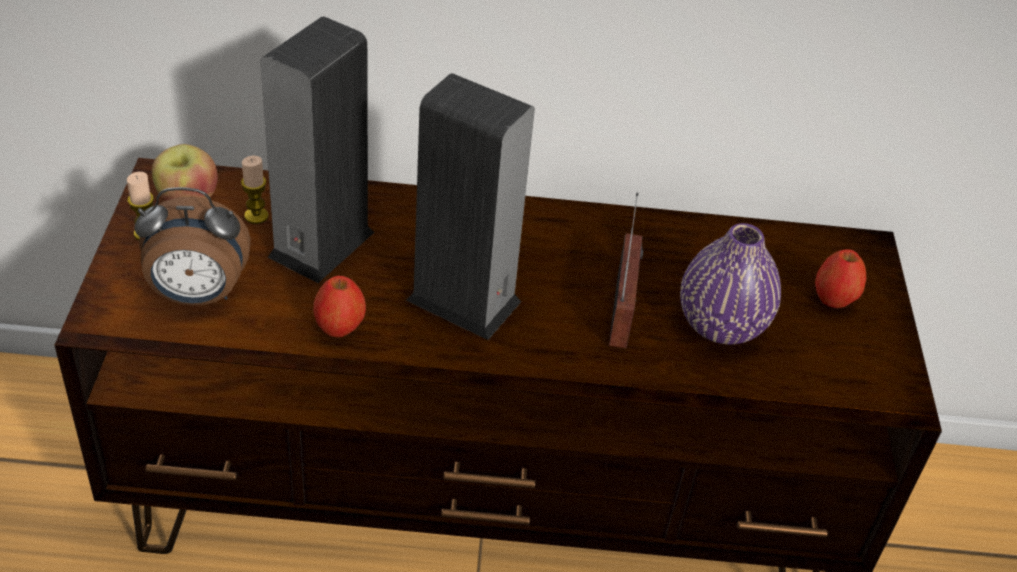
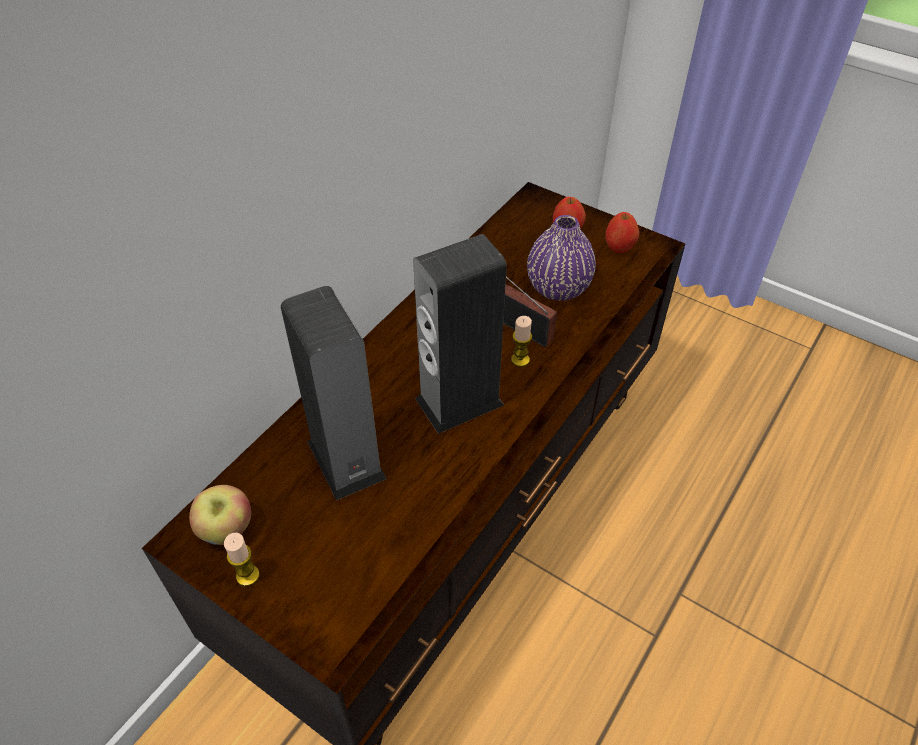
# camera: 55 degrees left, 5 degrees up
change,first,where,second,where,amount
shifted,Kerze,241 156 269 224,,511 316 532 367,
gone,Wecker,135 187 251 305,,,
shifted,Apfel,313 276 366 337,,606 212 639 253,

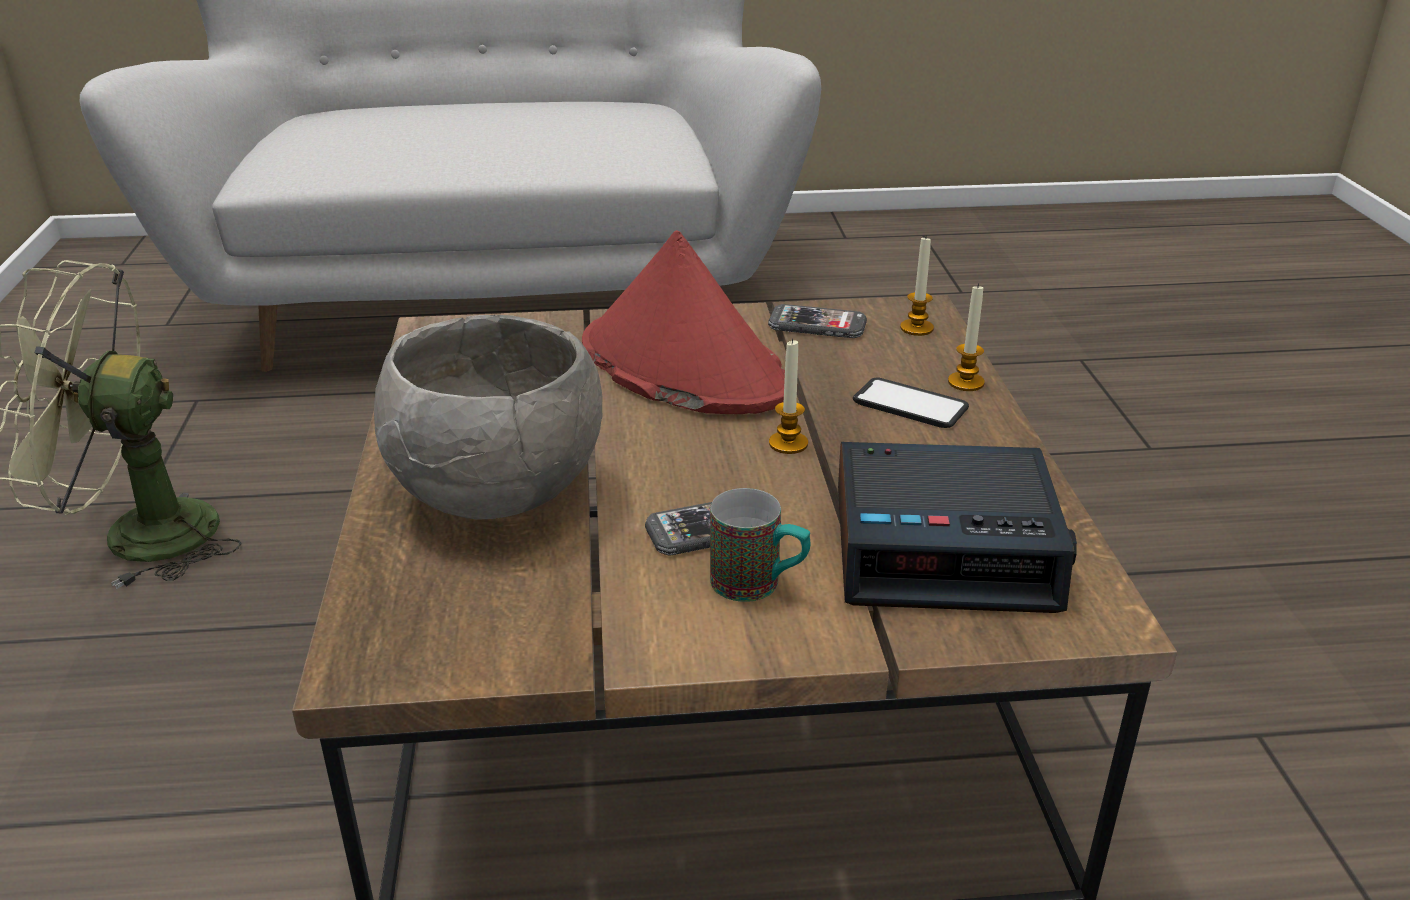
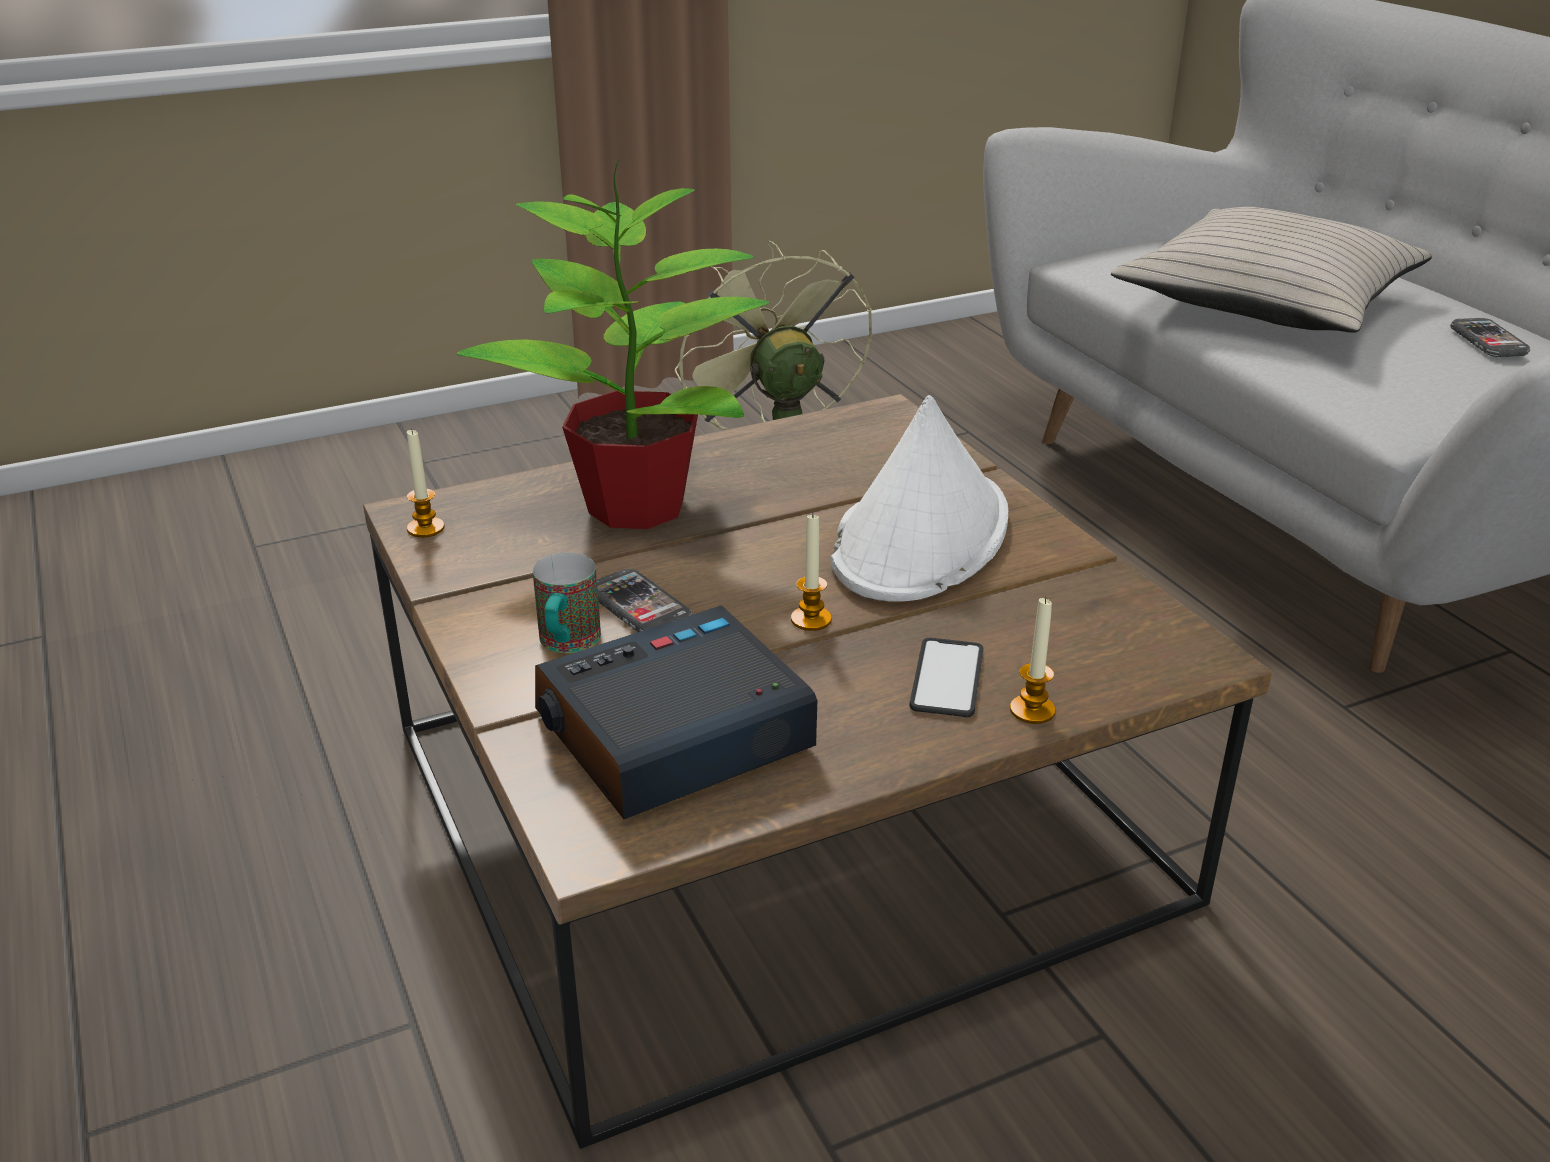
# camera: 70 degrees right, 0 degrees up
change,first,where,second,where,amount
repainted,Hut (rot),582 230 785 414,Hut (weiß),830 395 1008 602,
shifted,Kerze,900 235 934 336,,407 428 445 538,
shifted,Handy,768 304 867 338,,1450 318 1530 357,
swapped,Schüssel (grau),374 315 603 520,Topfpflanze,457 159 770 529,
rotated,Wecker,838 442 1077 613,,535 605 817 819,75 degrees clockwise
new,,,Kissen (beige),1111 207 1432 333,

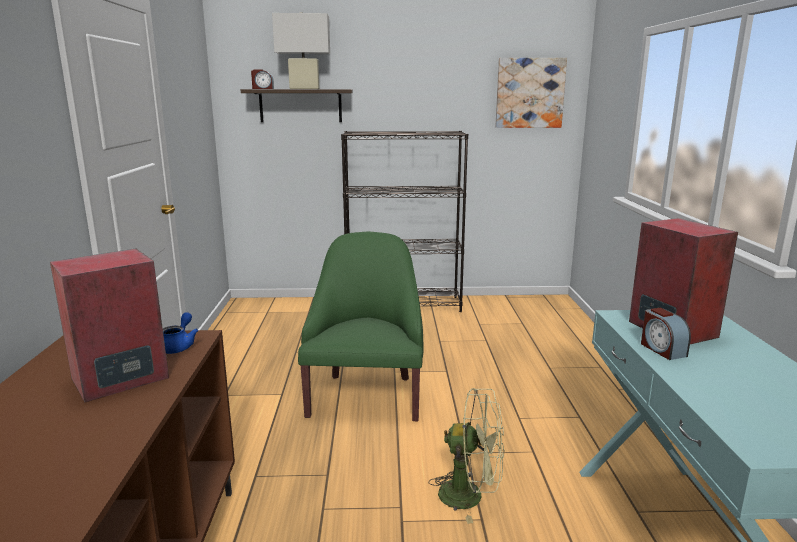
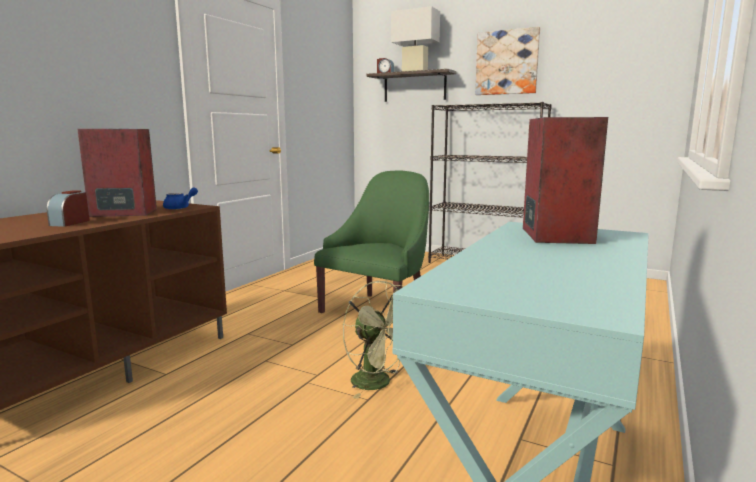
# camera: 30 degrees right, 5 degrees down
change,first,where,second,where,amount
shifted,Bild,495 58 567 128,,475 27 540 95,
shifted,Wecker,641 308 691 360,,47 190 90 227,

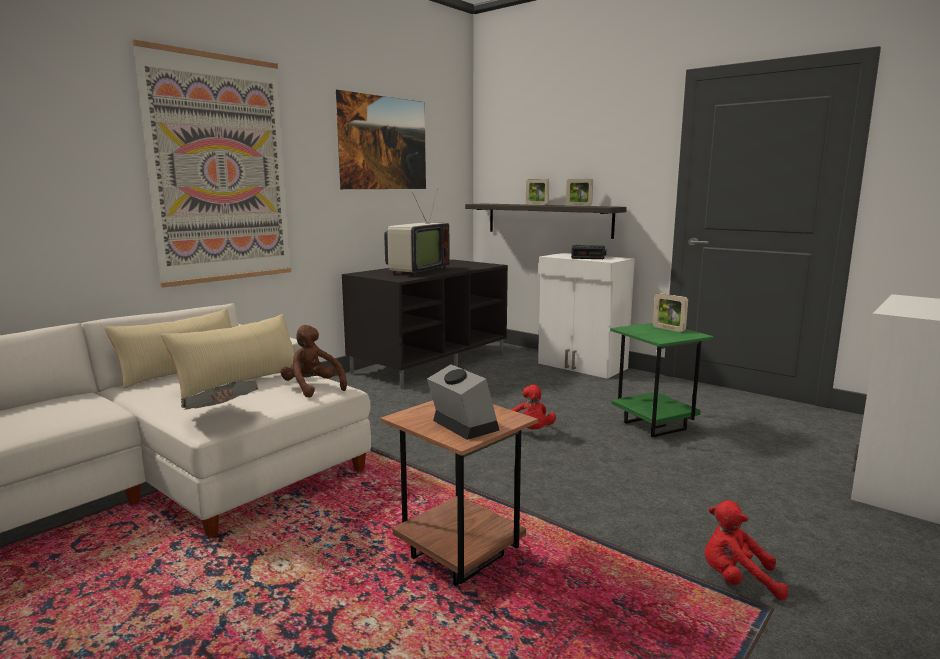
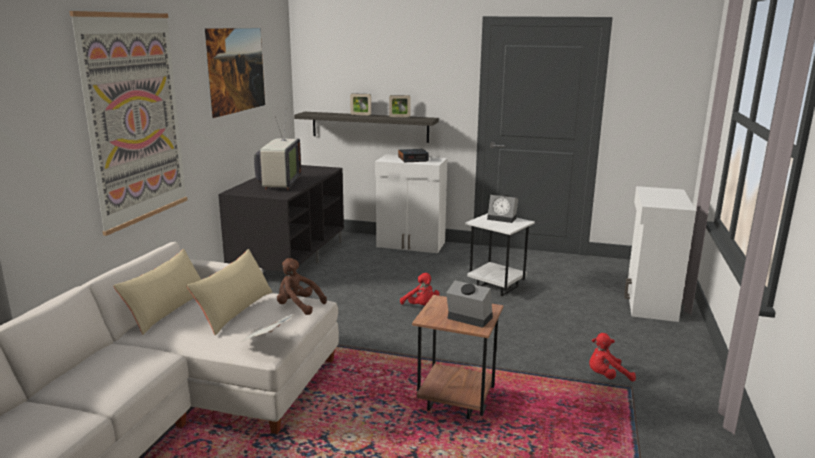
# camera: 25 degrees left, 5 degrees up
change,first,where,second,where,amount
swapped,Bilderrahmen,653 293 688 332,Wecker,487 194 518 223,
repainted,Beistelltisch (grün),610 323 714 438,Beistelltisch (weiß),465 213 535 296,

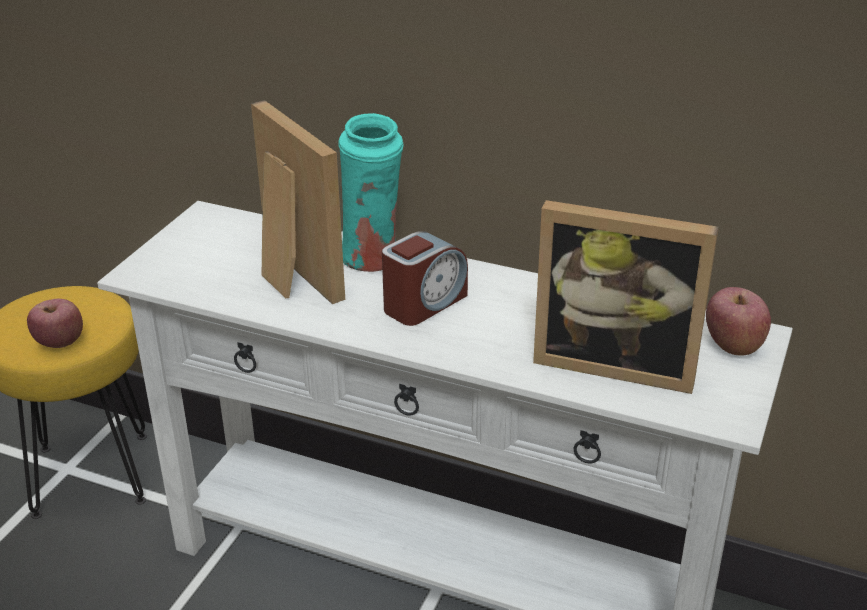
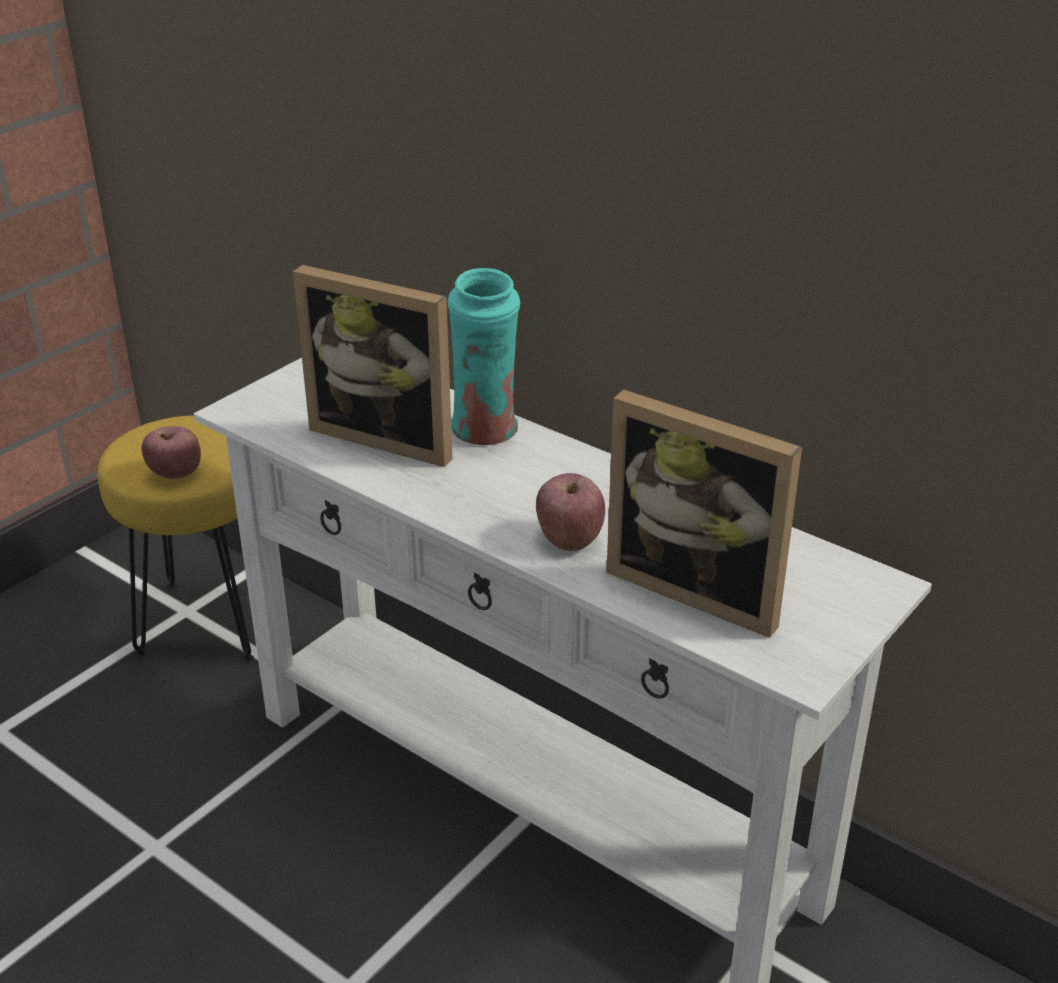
# camera: 15 degrees right, 0 degrees up
change,first,where,second,where,amount
rotated,Bilderrahmen,251 100 345 304,,293 265 452 467,135 degrees clockwise
gone,Wecker,382 231 468 326,,,
shifted,Apfel,706 287 771 356,,536 473 605 551,

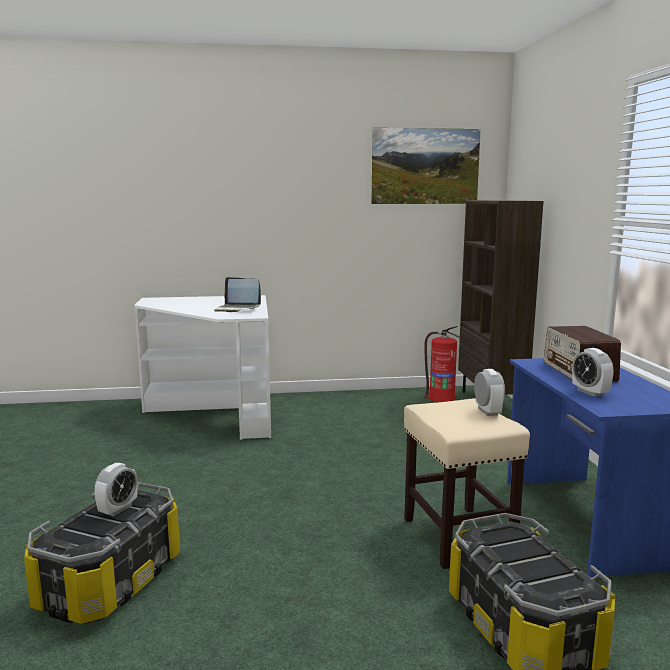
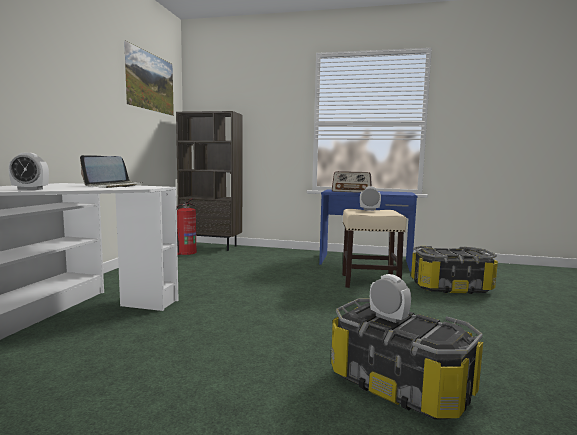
# camera: 70 degrees left, 5 degrees down
change,first,where,second,where,amount
shifted,Wecker,572 348 613 397,,9 153 49 190,

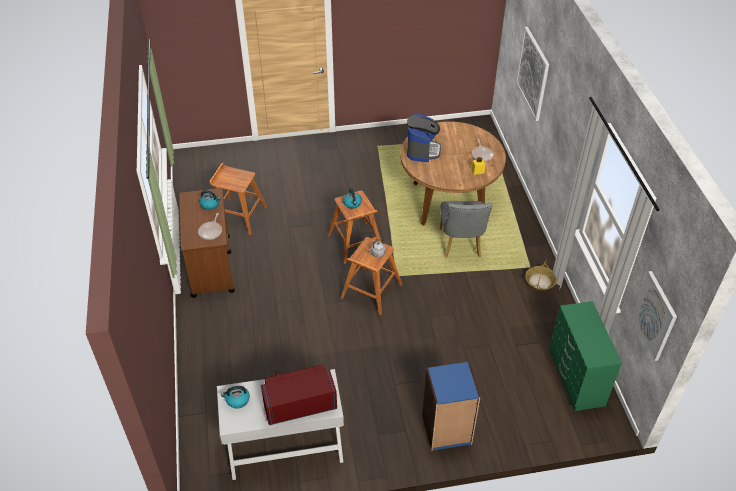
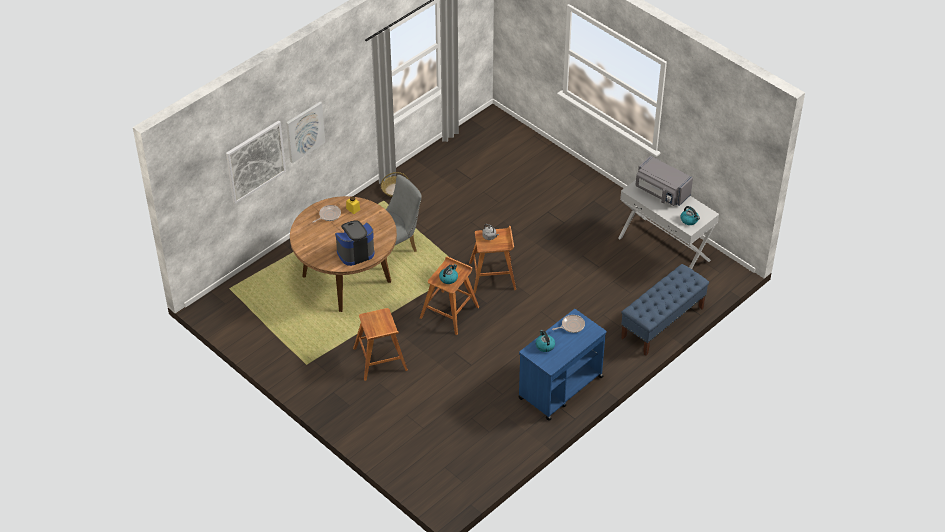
# camera: 125 degrees left, 0 degrees up
change,first,where,second,where,amount
shifted,Hocker (braun),210 163 267 235,,353 308 408 381,
repainted,Rollwagen (braun),179 188 235 298,Rollwagen (blau),518 309 606 421,
shifted,Bild,632 271 677 361,,286 102 325 163,
gone,Kommode (grün),550 301 622 411,,,
gone,Bücherregal (blau),422 362 481 451,,,
repainted,Mikrowelle (rot),261 364 337 425,Mikrowelle (grau),635 156 693 206,
new,,,Bank (blau),621 264 709 356,

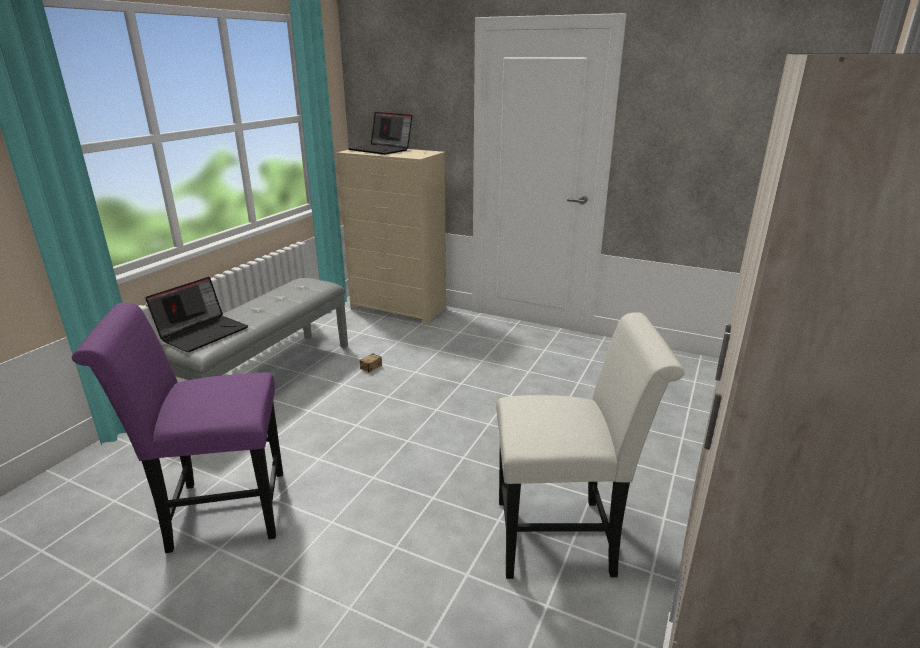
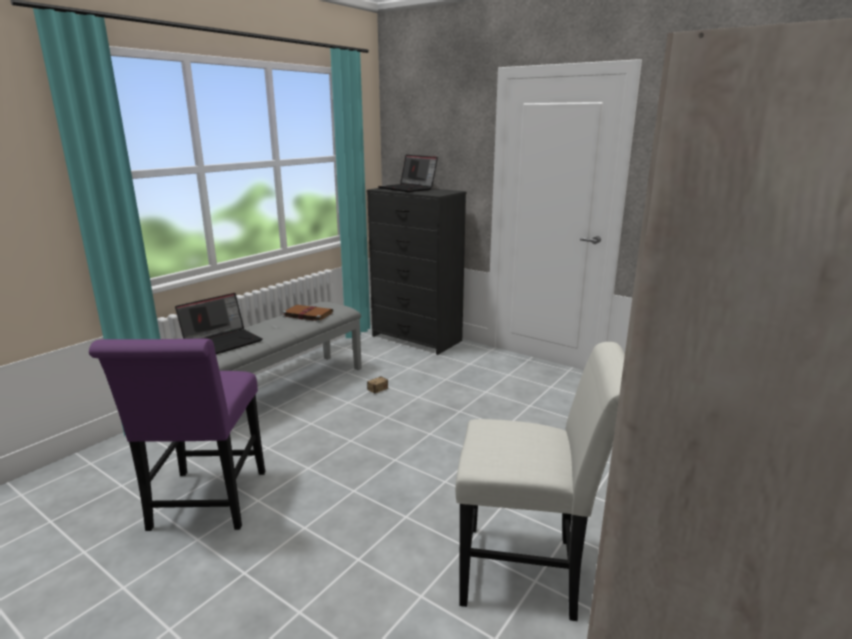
# camera: 10 degrees right, 5 degrees down
change,first,where,second,where,amount
repainted,Kommode (beige),337 149 446 325,Kommode (schwarz),367 188 467 355,
rotated,Stuhl (lila),72 302 283 553,,89 339 265 531,90 degrees counterclockwise
new,,,Buch (braun),283 305 333 322,

